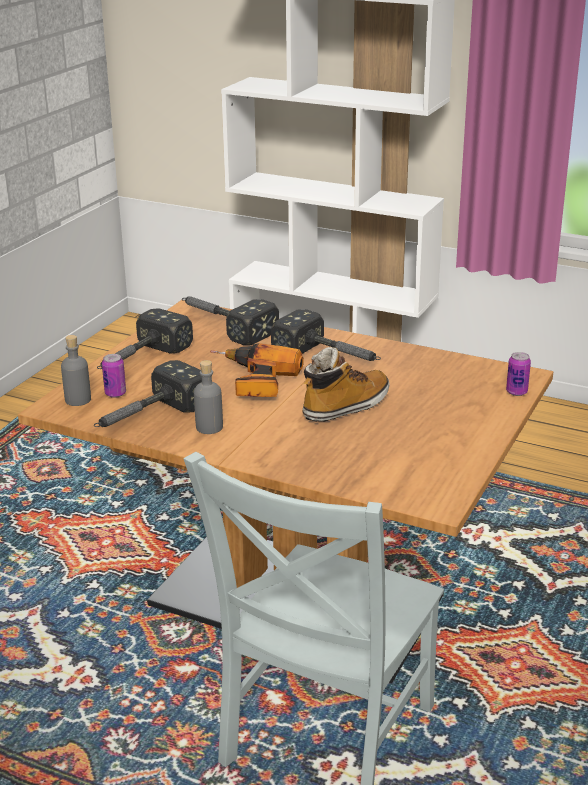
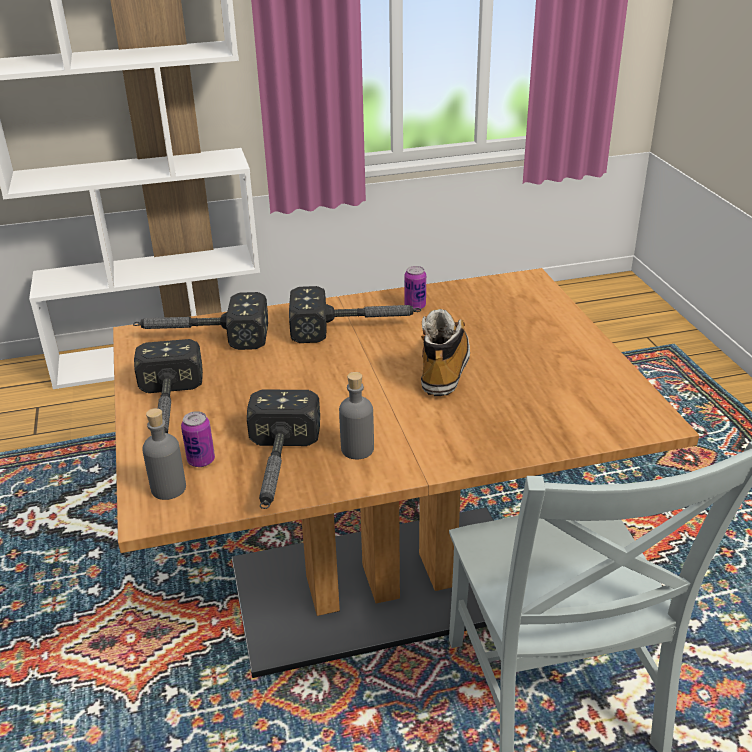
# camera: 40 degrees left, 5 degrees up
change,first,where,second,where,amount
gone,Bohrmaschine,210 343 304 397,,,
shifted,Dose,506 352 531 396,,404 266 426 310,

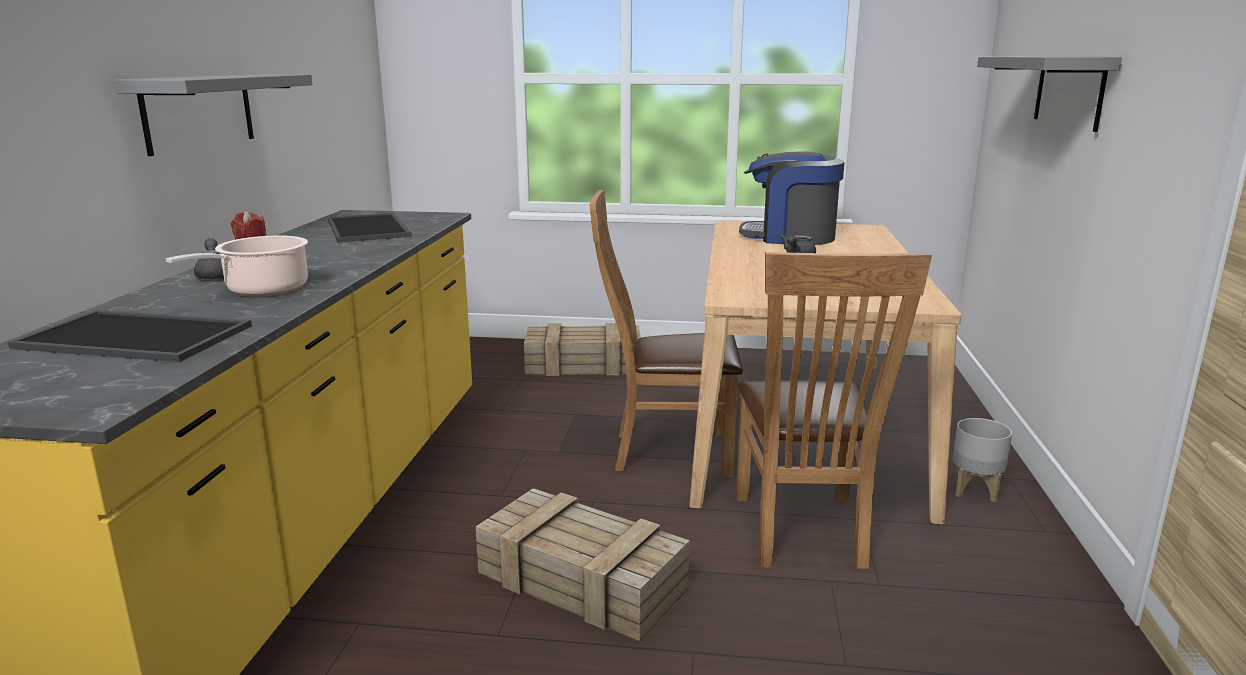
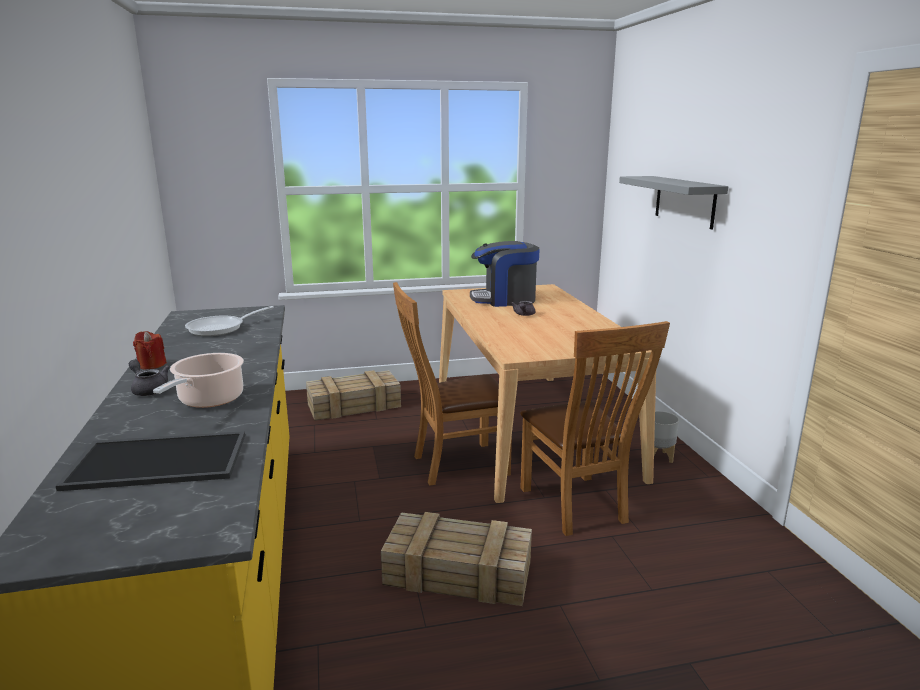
# camera: 20 degrees left, 0 degrees up
change,first,where,second,where,amount
gone,Wandregal (grau),115 74 313 156,,,
swapped,Tablett,328 213 411 242,Pfanne,185 306 274 336,

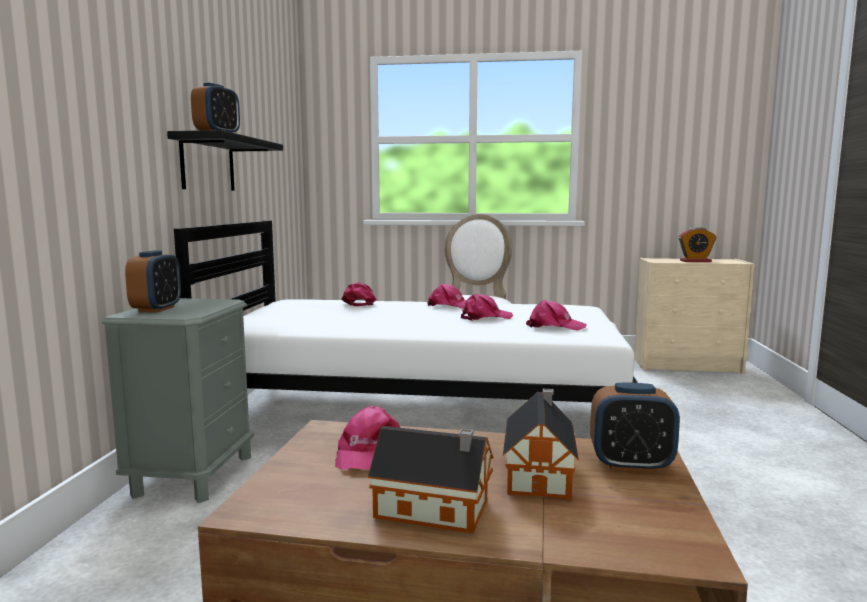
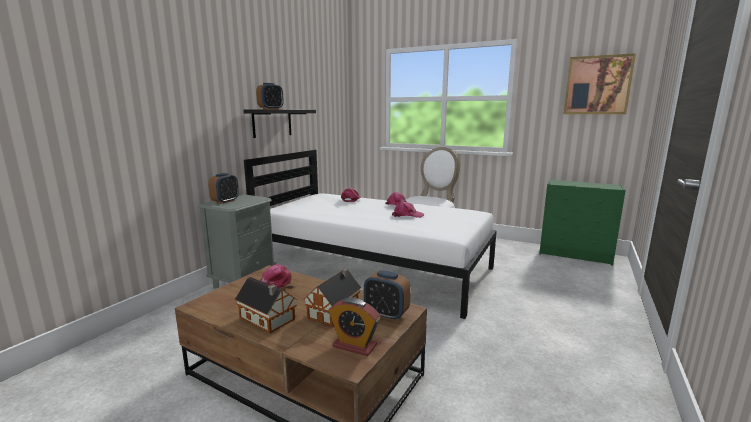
# camera: 20 degrees right, 5 degrees up
change,first,where,second,where,amount
shifted,Wecker,679 227 716 262,,329 298 380 356,
repainted,Kommode (beige),634 258 754 374,Kommode (grün),539 179 626 266,
gone,Kappe (rosa),526 300 587 331,,,
new,,,Bild,564 53 636 114,

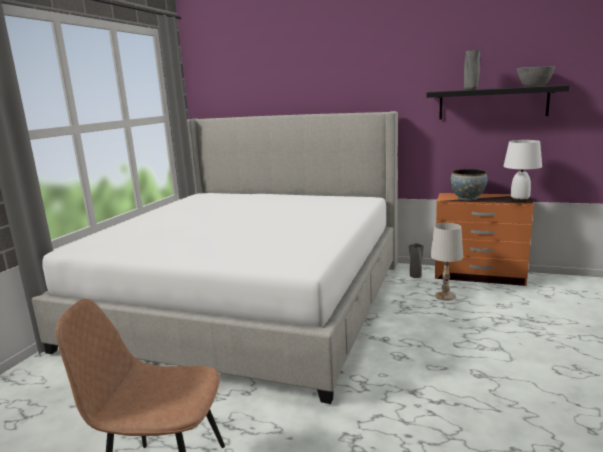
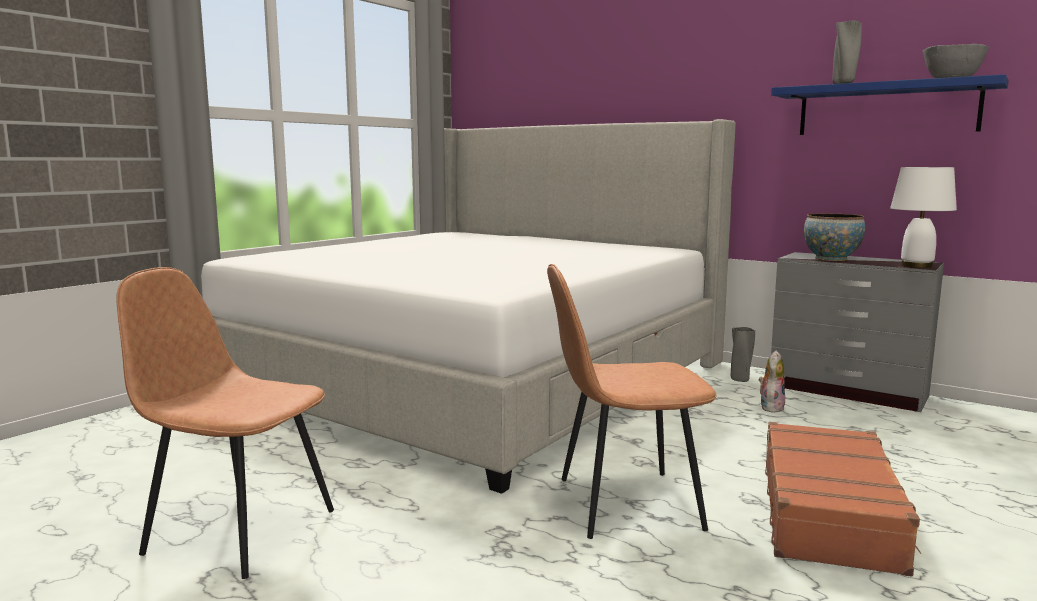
# camera: 15 degrees right, 5 degrees down
change,first,where,second,where,amount
repainted,Wandregal (schwarz),426 85 569 120,Wandregal (blau),771 74 1009 135,
repainted,Kommode (orange),435 193 534 286,Kommode (grau),771 252 944 412,
swapped,Tischlampe (weiß),431 223 463 300,Plüschtier,759 350 785 413,
new,,,Stuhl (braun),547 264 716 539,
new,,,Koffer (braun),765 422 921 577,

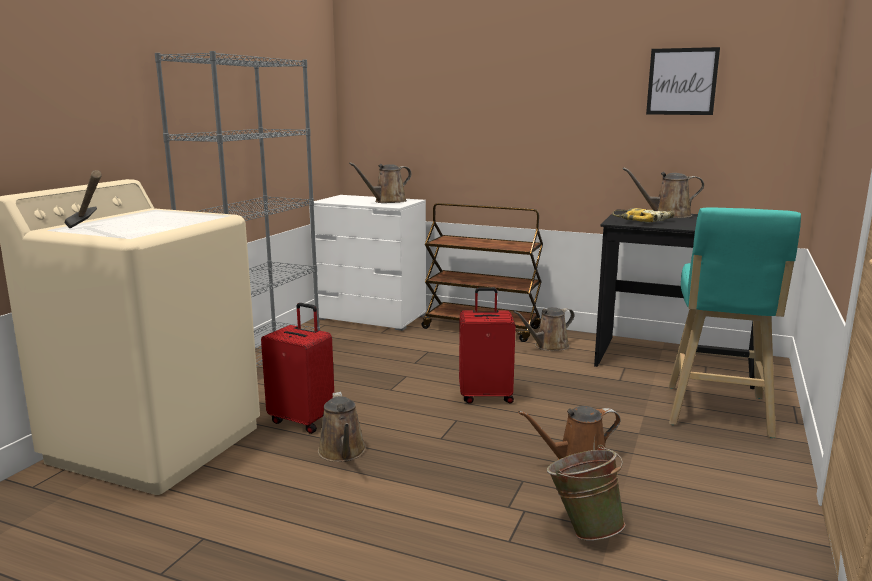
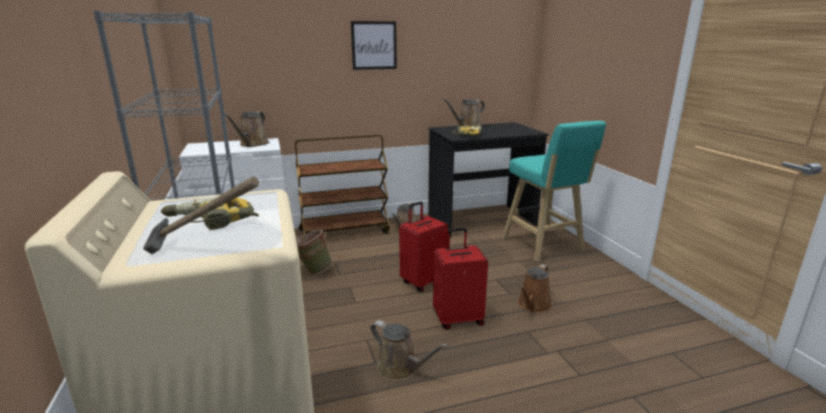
# camera: 40 degrees left, 5 degrees up
change,first,where,second,where,amount
shifted,Bild,646 47 720 115,,351 21 397 70,
shifted,Koffer (rot),261 303 334 434,,433 227 488 330,
shifted,Eimer (grün),547 445 625 541,,296 229 333 275,
new,,,Bohrmaschine,161 197 259 230,

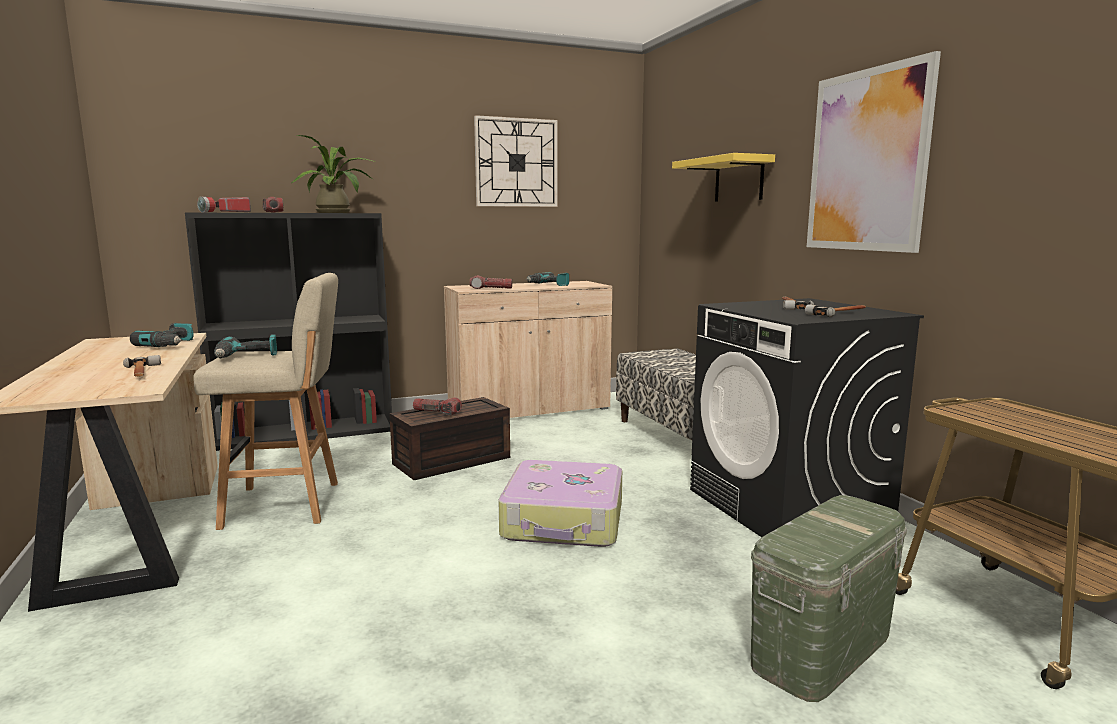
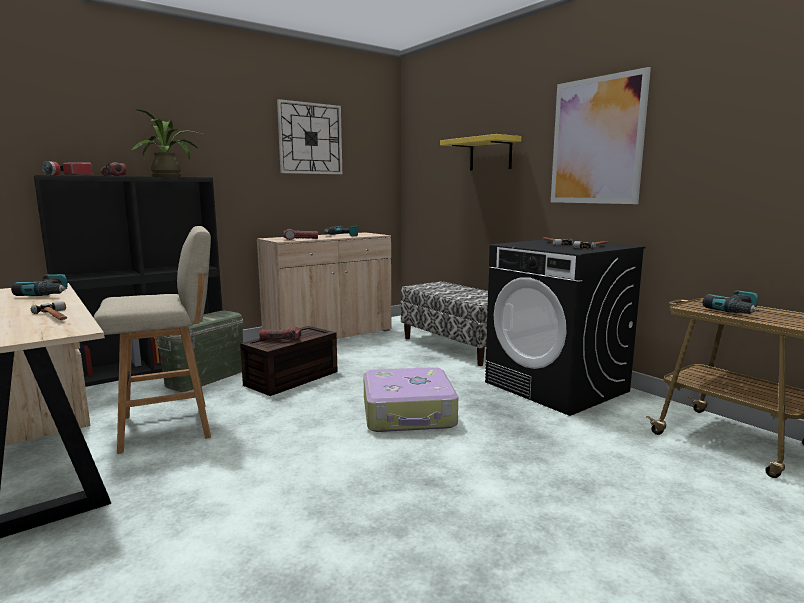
# camera: 15 degrees left, 0 degrees up
change,first,where,second,where,amount
shifted,Bohrmaschine,214 334 277 358,,702 290 759 314,
shifted,Aufbewahrungsbox (grün),751 495 907 702,,155 311 244 392,

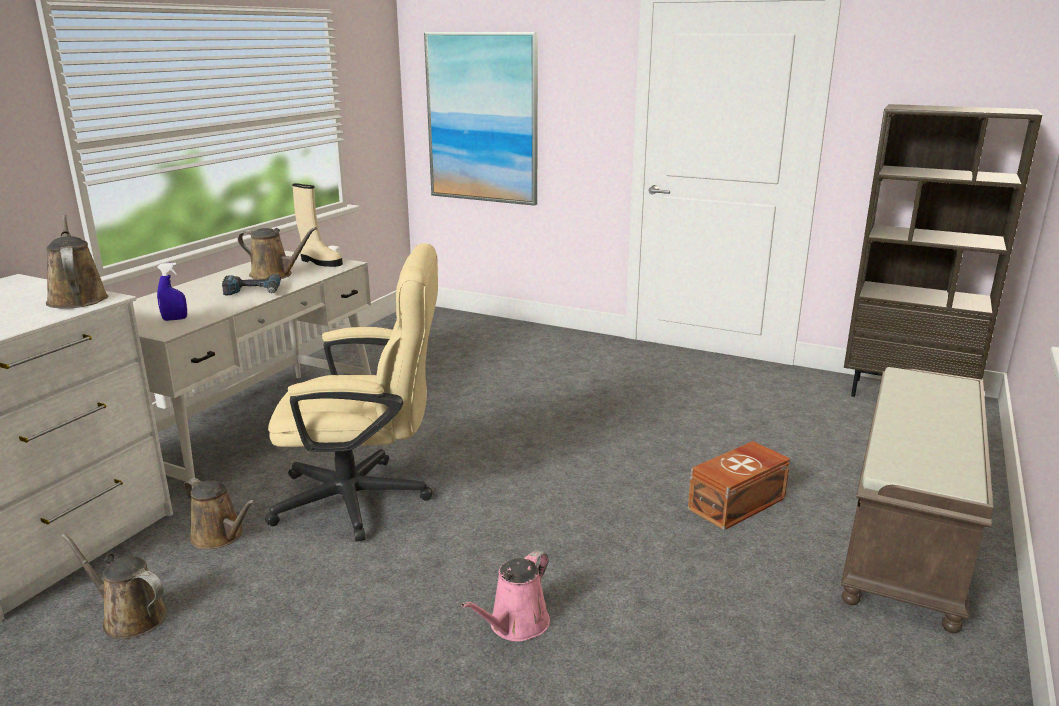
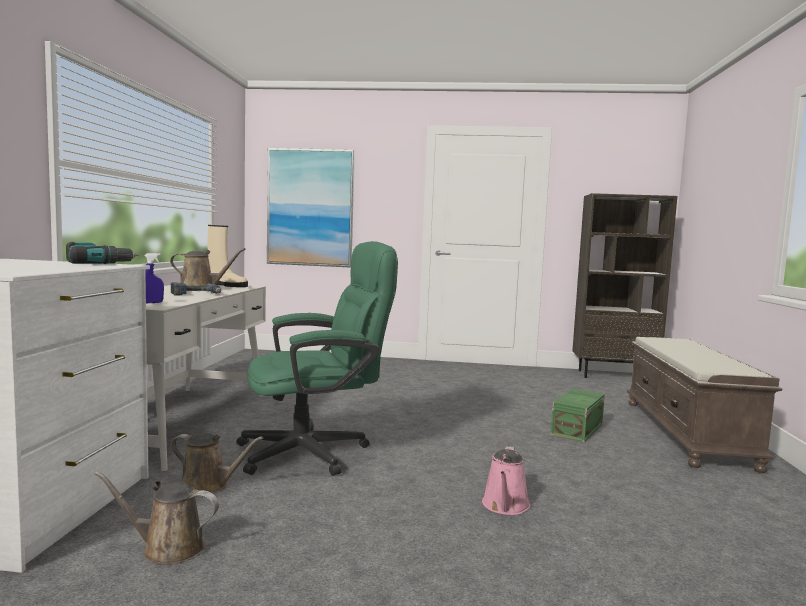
# camera: 20 degrees left, 15 degrees down
change,first,where,second,where,amount
swapped,Gießkanne (braun),46 215 109 308,Bohrmaschine,66 242 139 264,
repainted,Bürostuhl (beige),265 243 438 542,Bürostuhl (grün),237 241 398 476,
repainted,Aufbewahrungsbox (braun),688 441 791 530,Aufbewahrungsbox (grün),550 388 605 442,

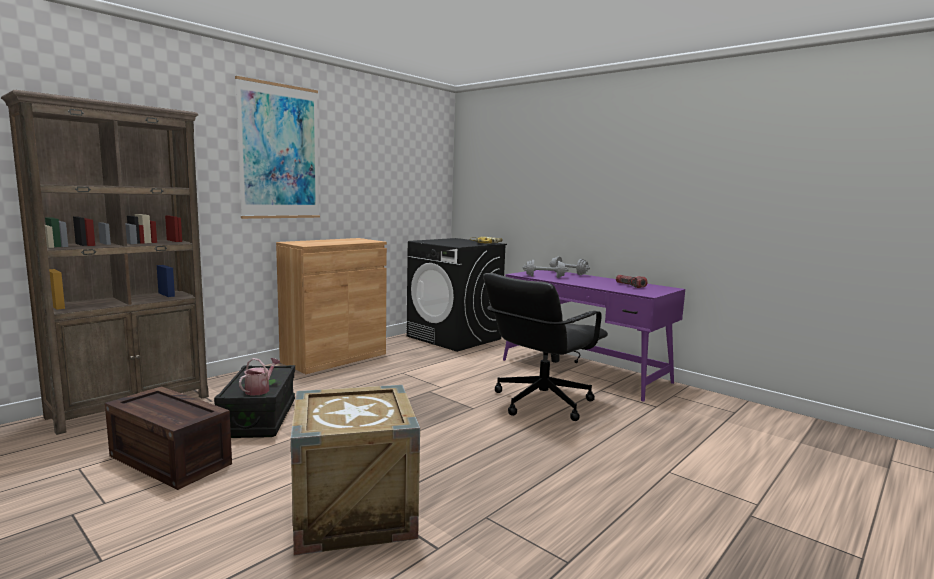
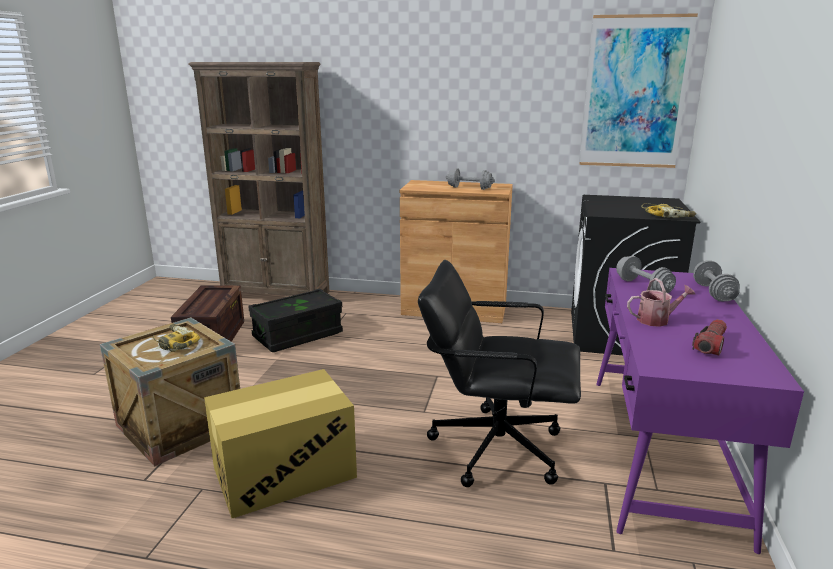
# camera: 60 degrees right, 10 degrees up
change,first,where,second,where,amount
shifted,Bild,235 76 320 219,,580 13 698 168,
shifted,Gießkanne,239 358 280 396,,627 278 695 327,
new,,,Hantel (grau),445 168 495 190,
new,,,Bohrmaschine,153 324 200 352,
new,,,Karton,204 369 357 518,

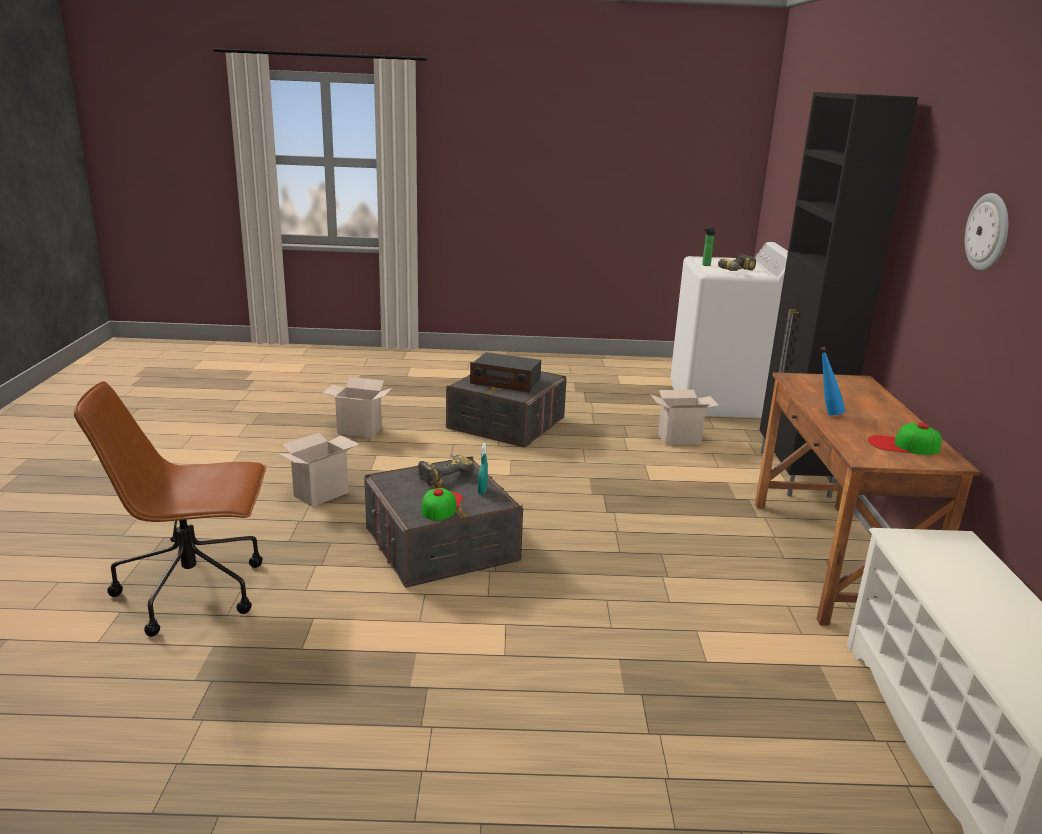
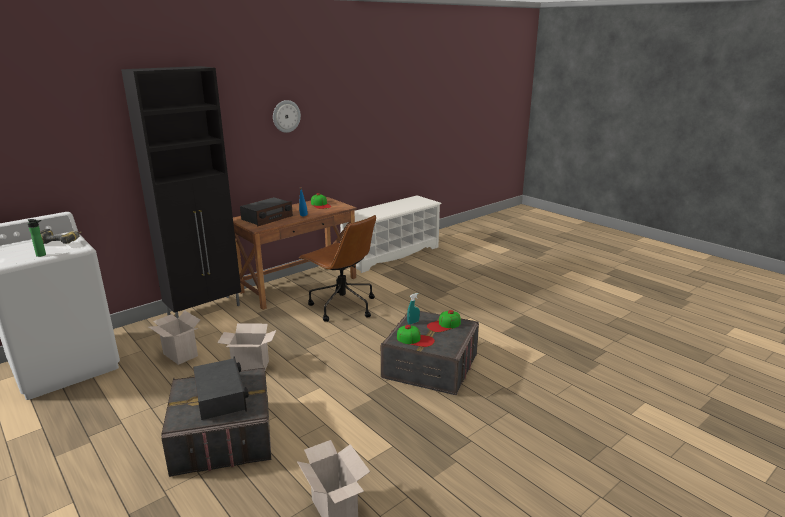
# camera: 130 degrees left, 0 degrees up
change,first,where,second,where,amount
shifted,Bürostuhl (braun),74 381 266 637,,299 215 376 322,
shifted,Karton,277 433 359 507,,218 323 276 371,
swapped,Bohrmaschine,418 455 475 486,Kappe,397 325 435 347,
new,,,Radio,240 197 293 226,

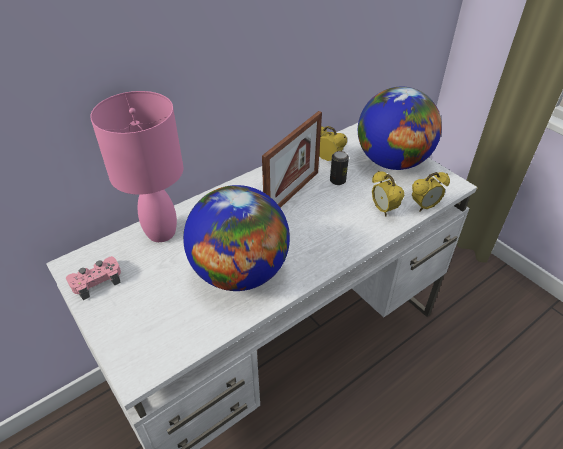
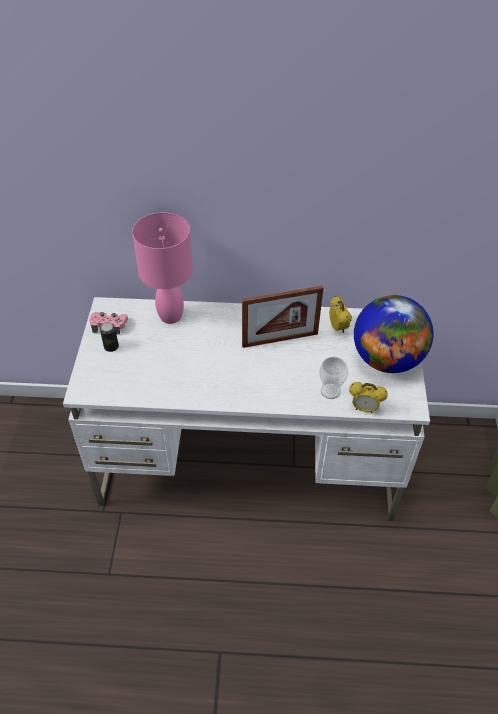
# camera: 40 degrees right, 5 degrees up
change,first,where,second,where,amount
shifted,Dose,330 151 349 185,,100 323 119 352,
swapped,Wecker,372 171 404 216,Tasse,319 357 348 399,
gone,Globus,183 185 290 291,,,

